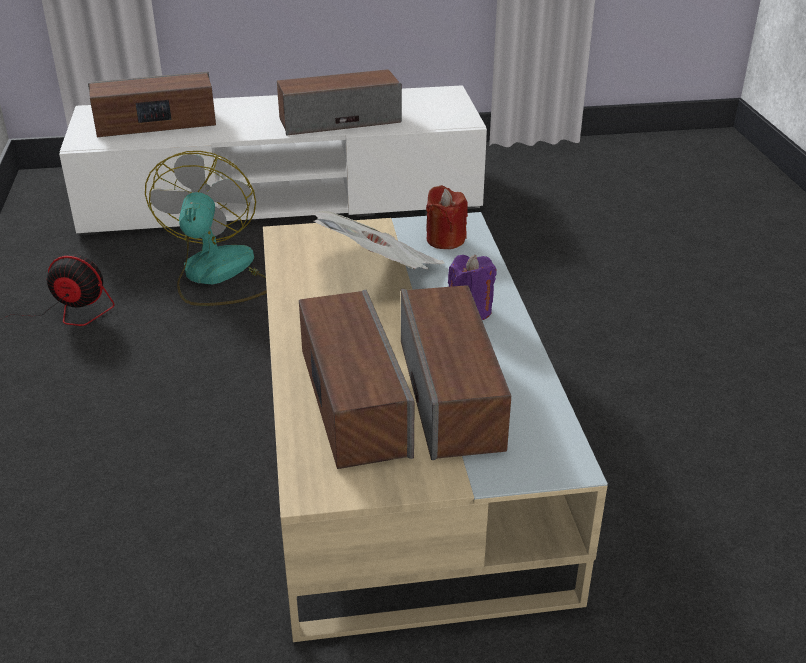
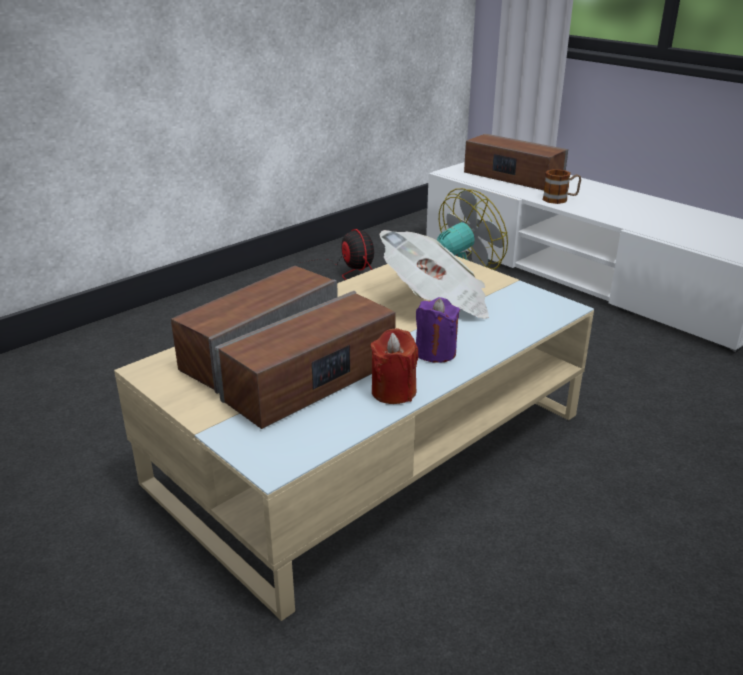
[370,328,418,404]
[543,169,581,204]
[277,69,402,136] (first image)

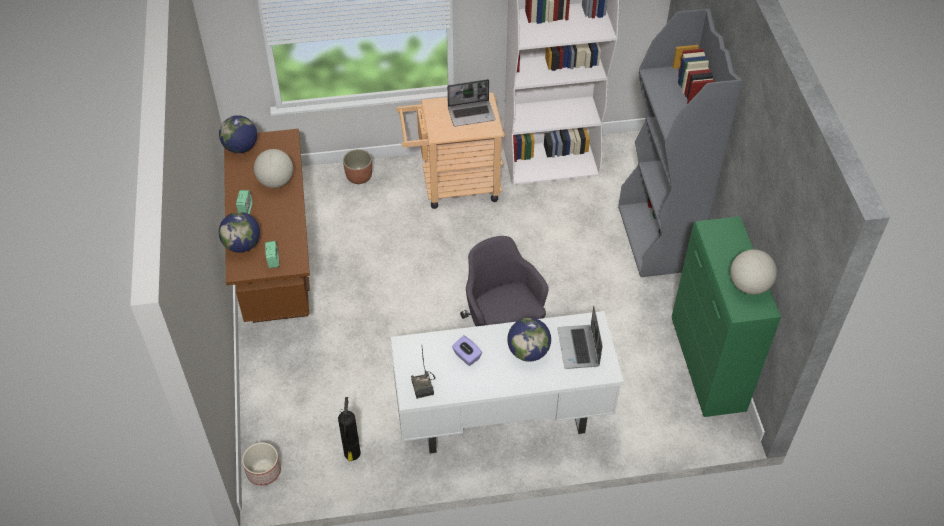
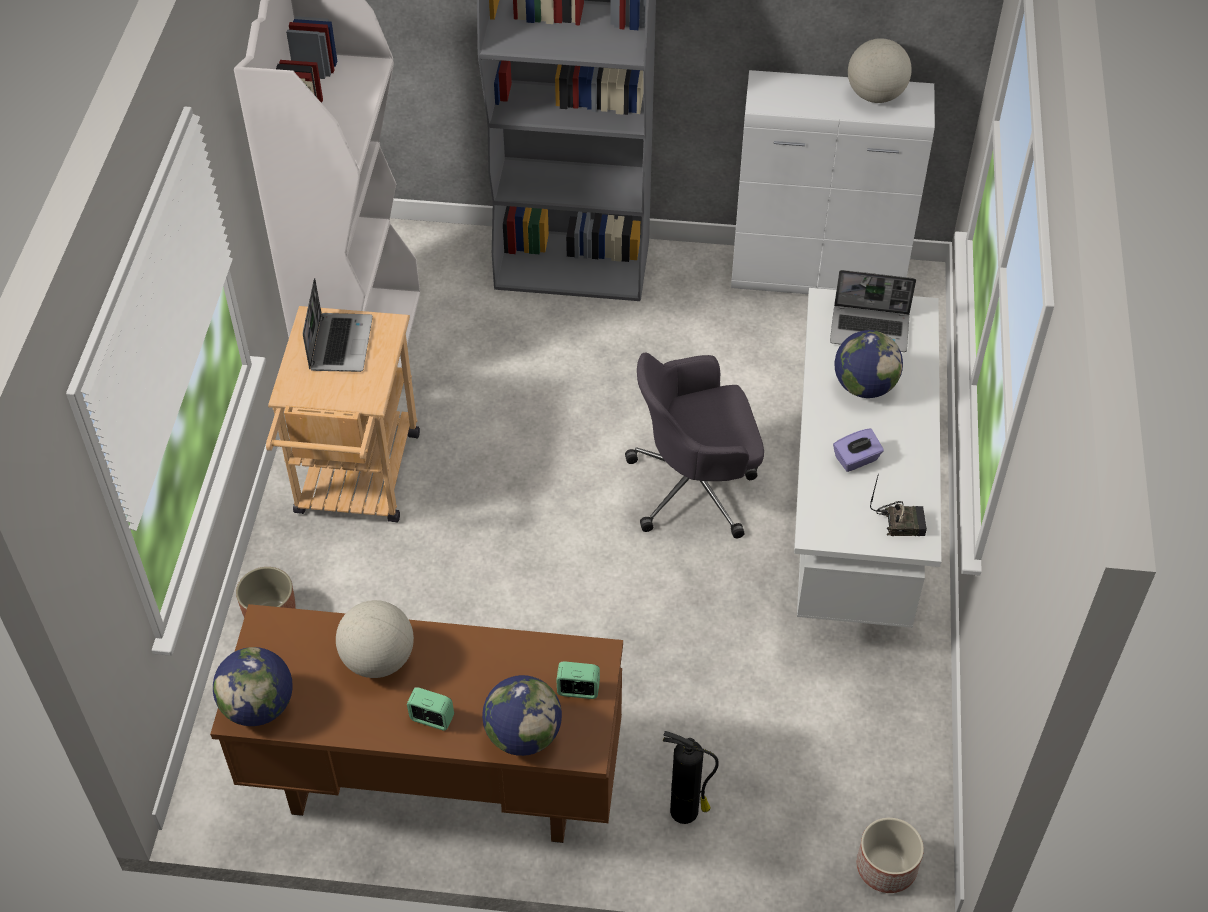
[663,731,719,824]
[731,70,935,294]

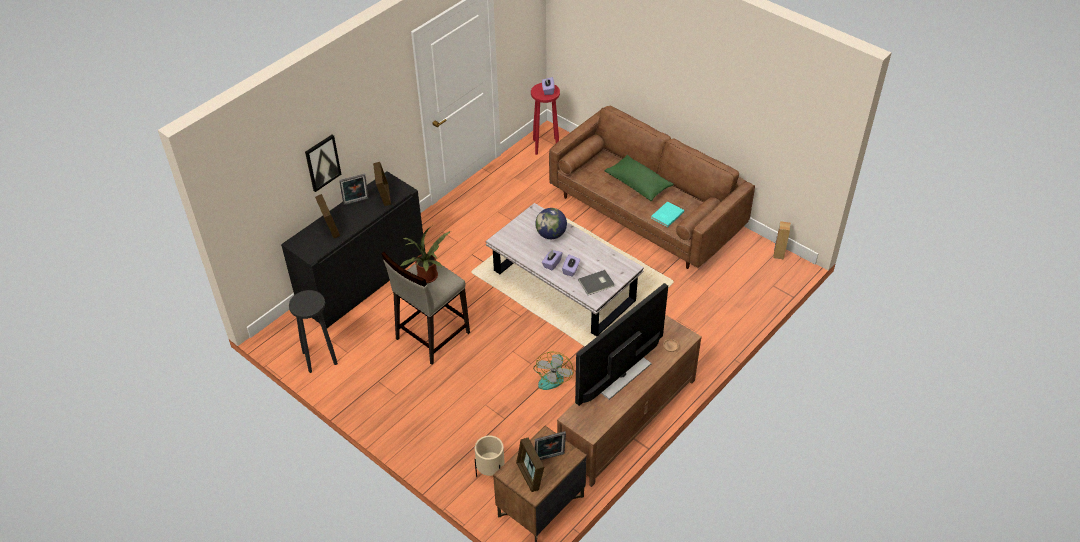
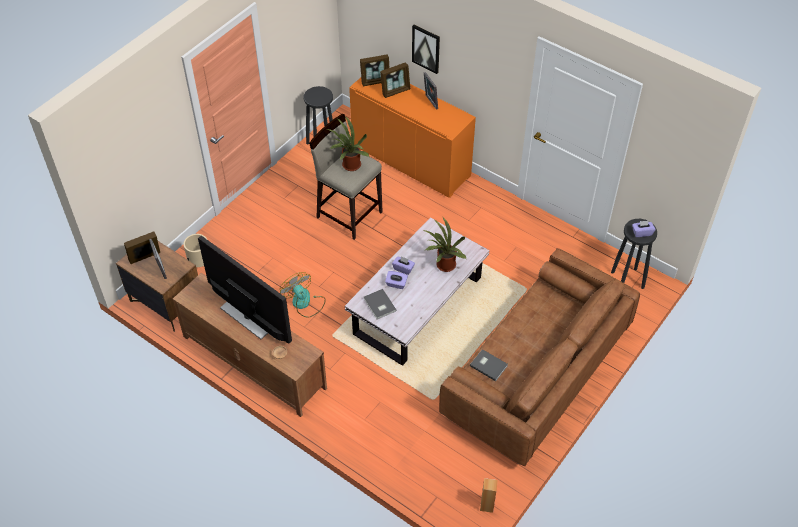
[280,272,326,318]
[349,78,476,198]
[360,54,390,86]
[423,218,466,272]
[470,349,508,381]
[611,219,657,289]
[605,155,674,201] (first image)

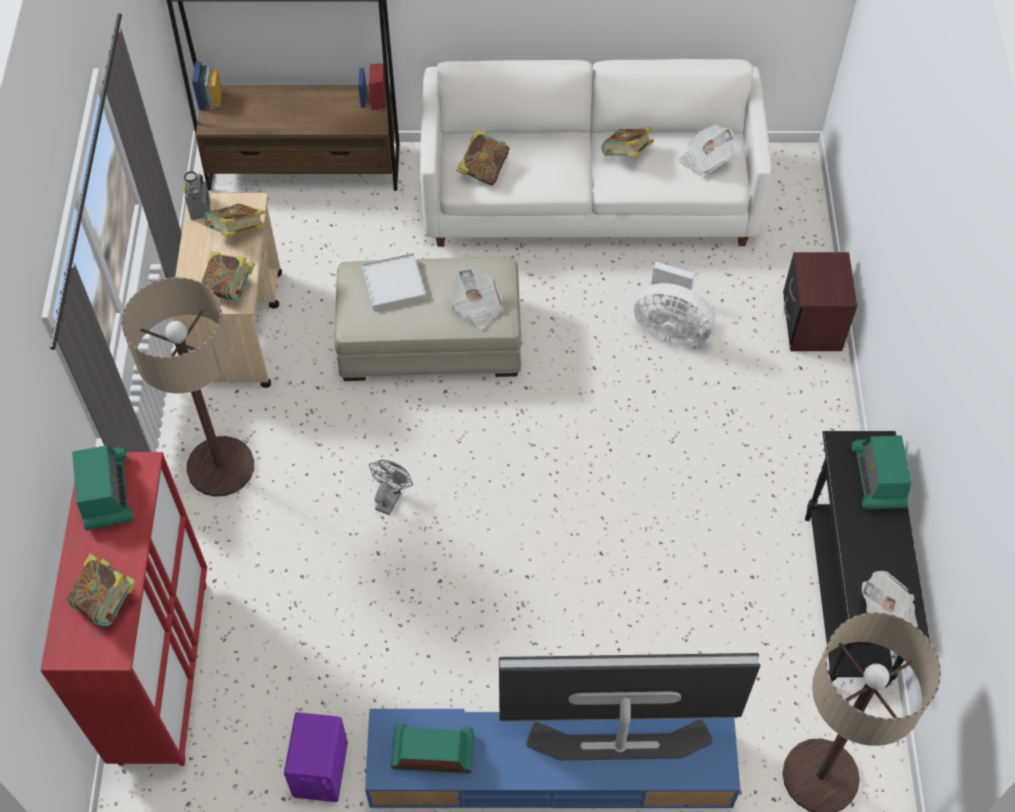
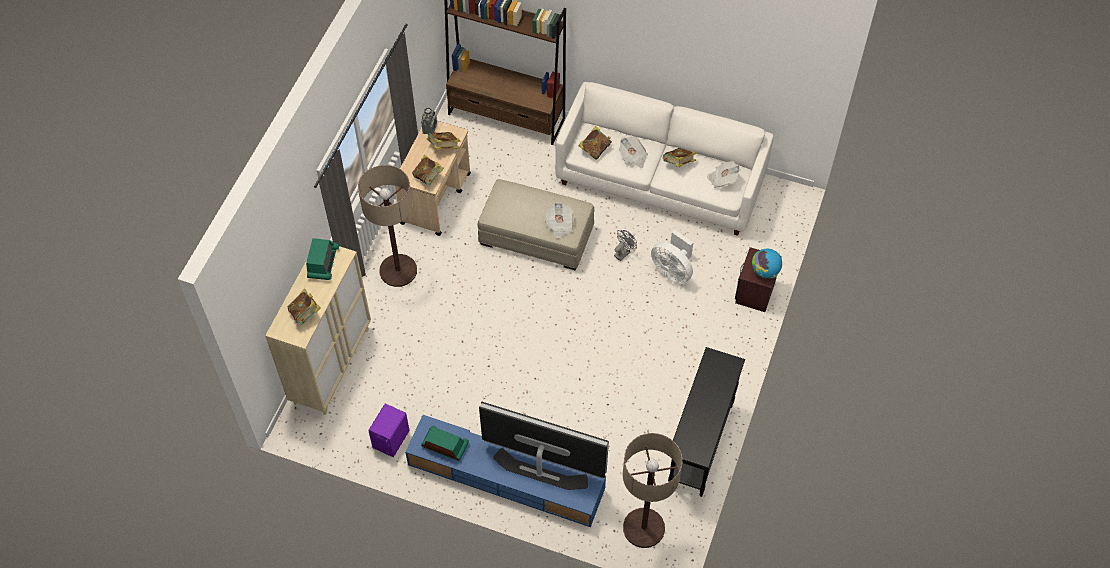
[265,246,371,415]
[614,230,637,261]
[619,136,648,168]
[752,249,782,278]
[361,253,426,311] (first image)
[852,435,912,509] (first image)

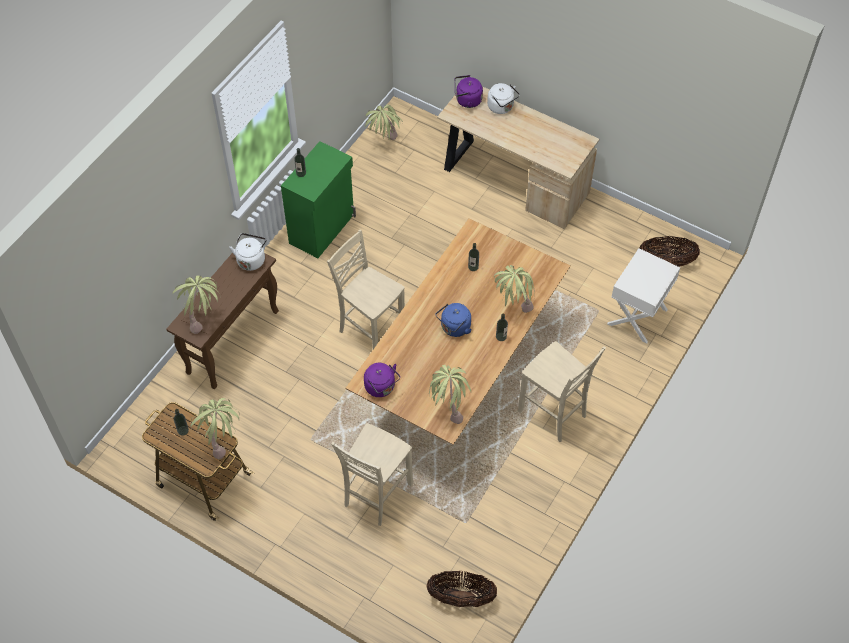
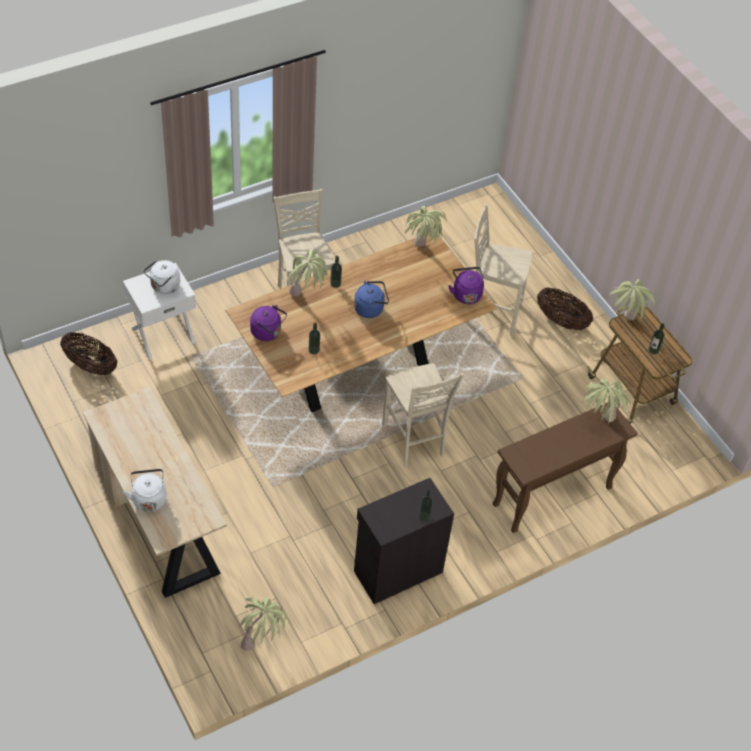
[143,260,180,294]
[250,305,287,341]
[354,478,454,604]
[474,204,532,336]
[537,288,593,330]

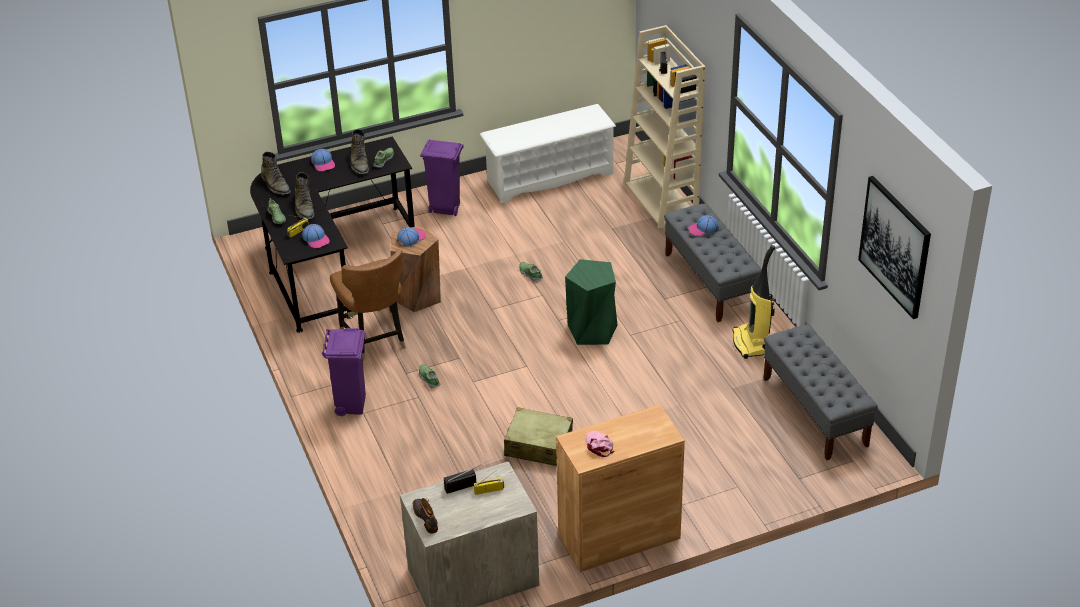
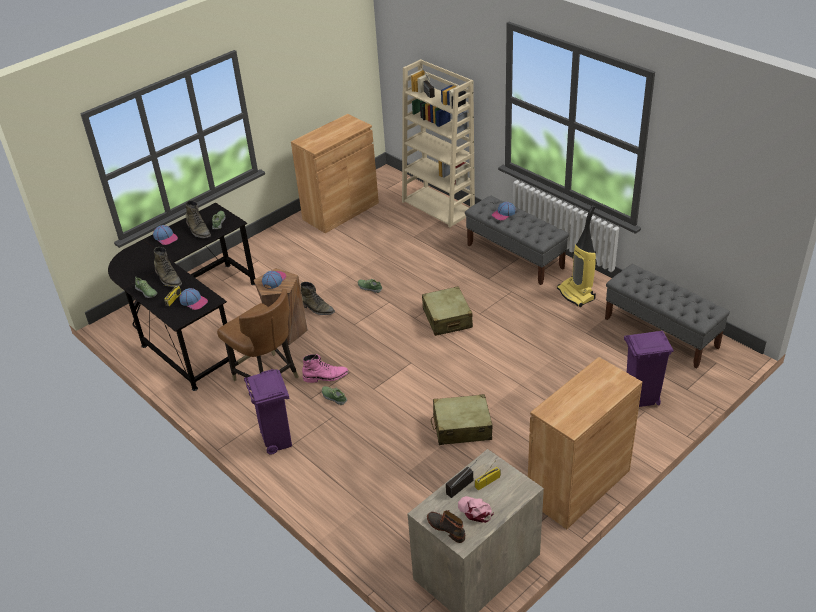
[291,114,379,233]
[301,282,335,315]
[302,354,349,383]
[422,286,473,336]
[458,496,494,523]
[624,331,673,407]
[858,176,931,319] (first image)

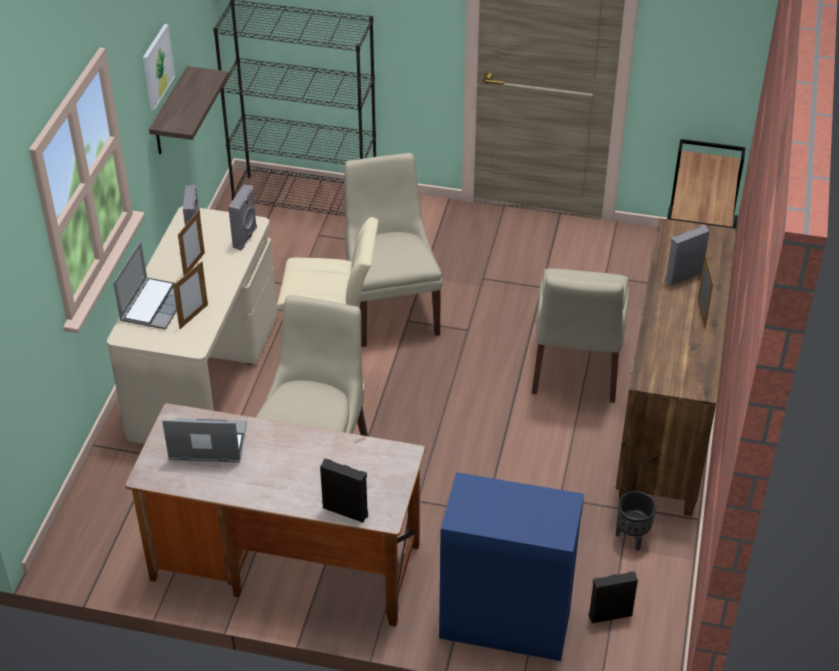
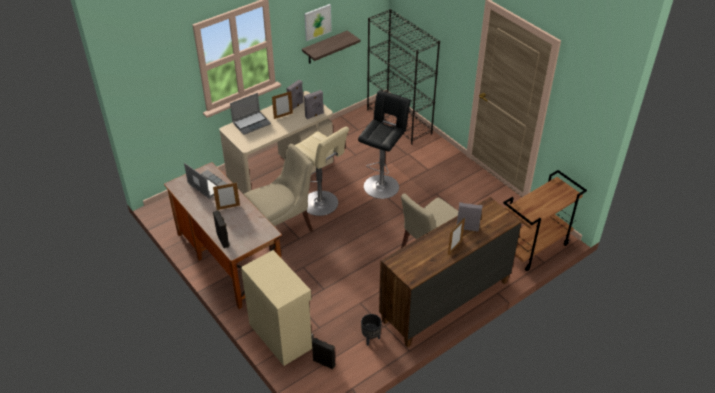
[213,183,240,210]
[241,250,314,366]
[358,90,411,199]

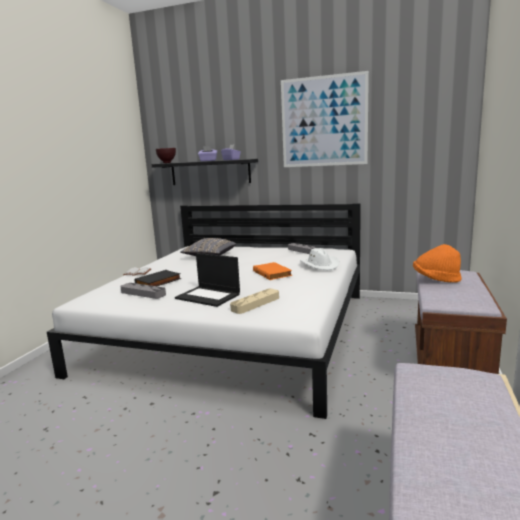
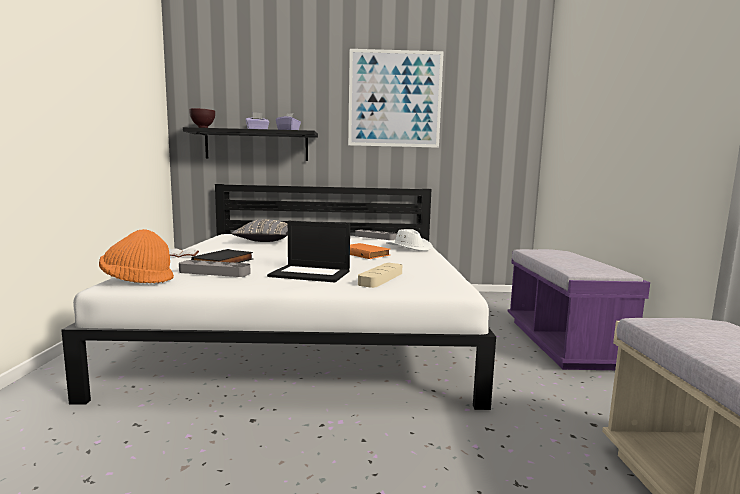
[99,229,174,283]
[508,249,650,370]

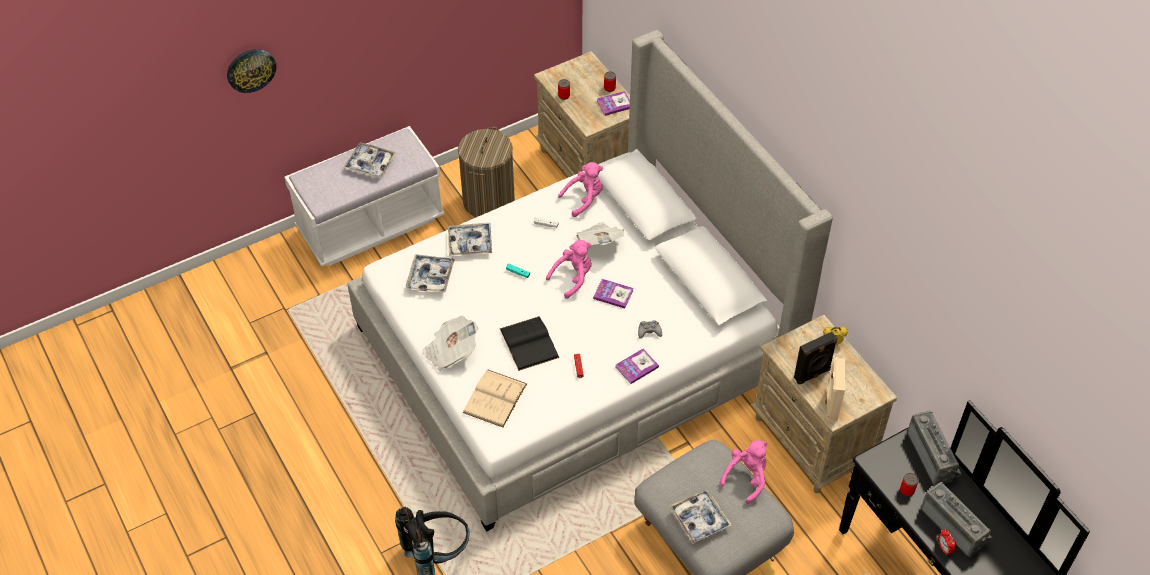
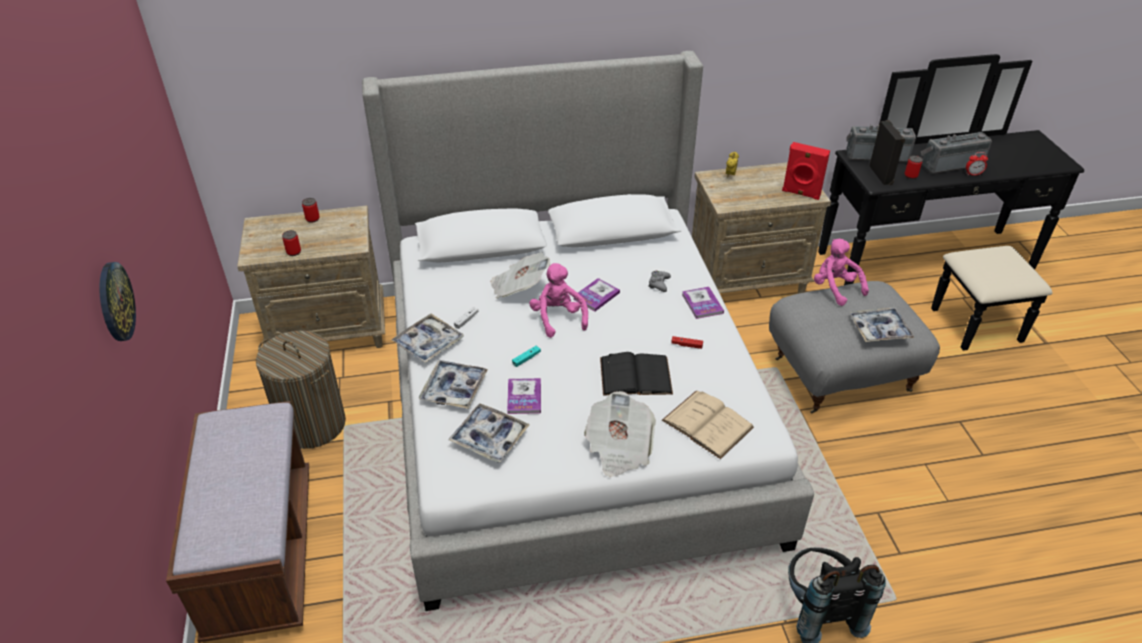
[99,262,136,341]
[166,401,309,643]
[391,314,464,363]
[507,378,541,414]
[782,142,830,200]
[869,120,906,185]
[558,162,603,217] (first image)

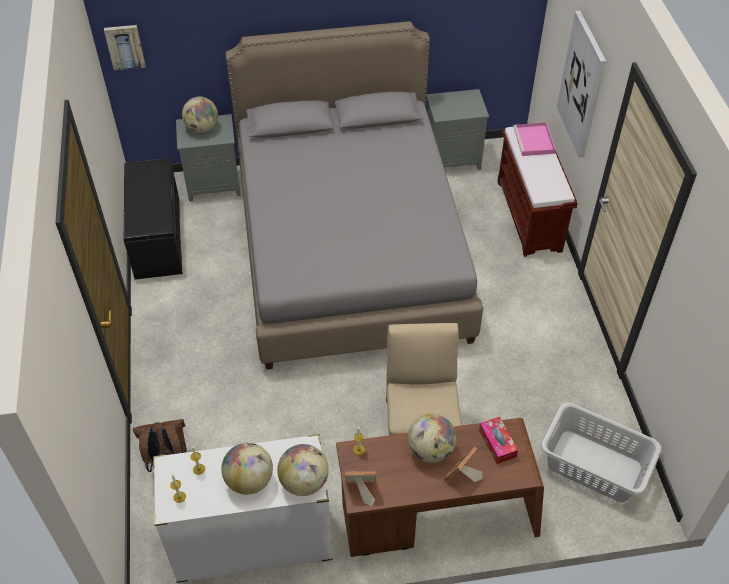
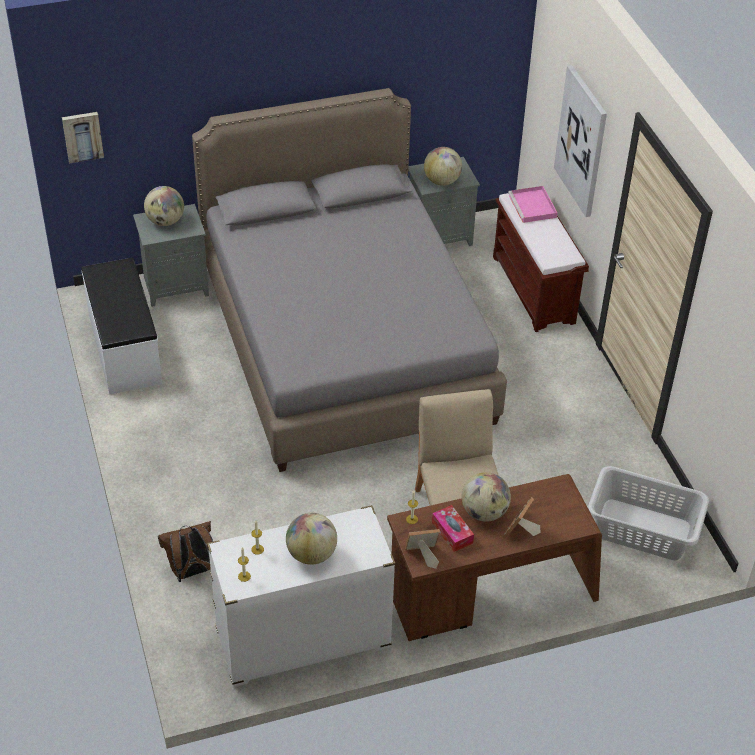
[82,258,162,395]
[424,147,462,186]
[432,505,474,552]

